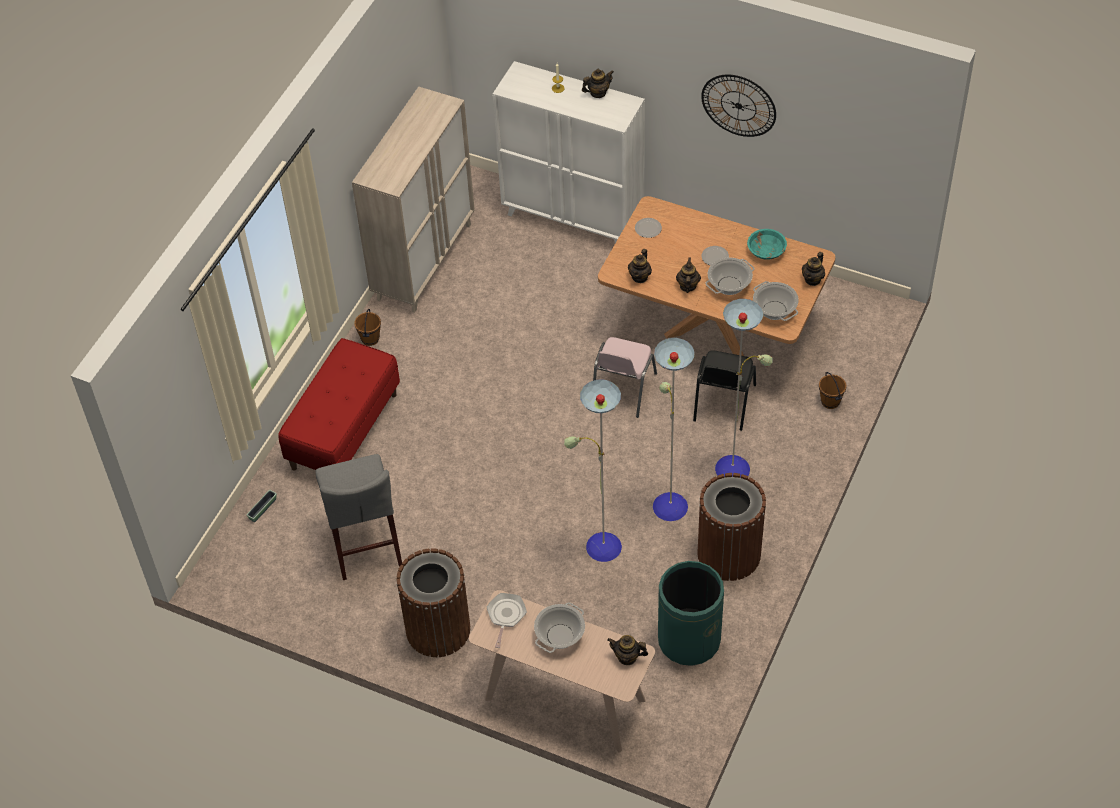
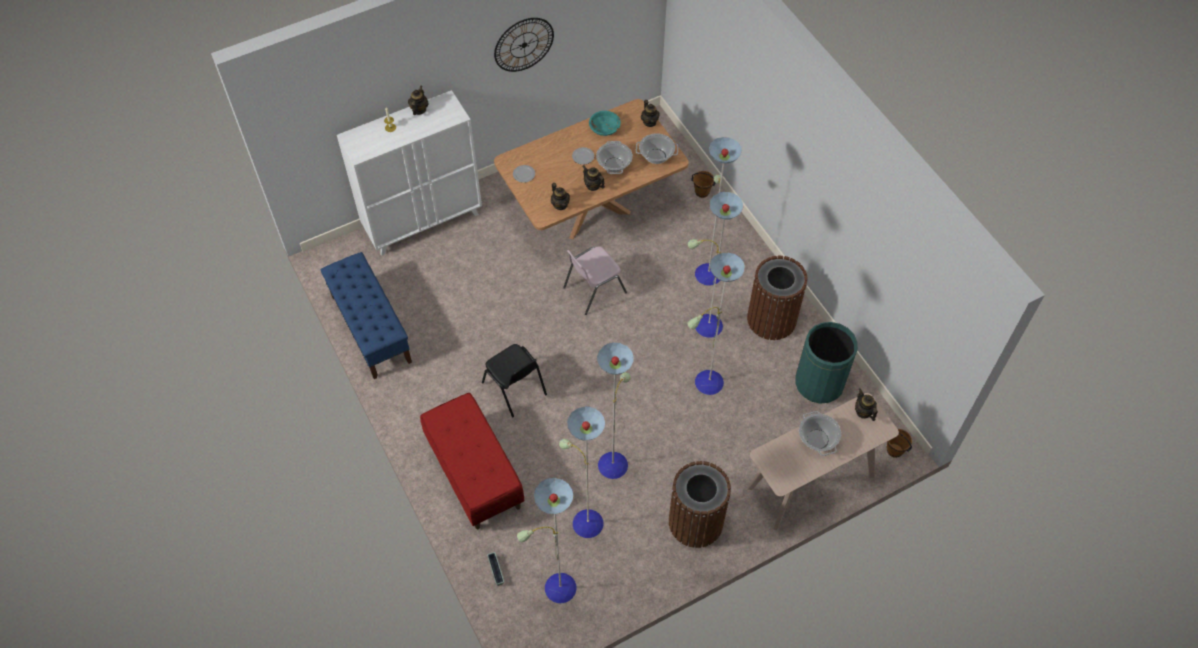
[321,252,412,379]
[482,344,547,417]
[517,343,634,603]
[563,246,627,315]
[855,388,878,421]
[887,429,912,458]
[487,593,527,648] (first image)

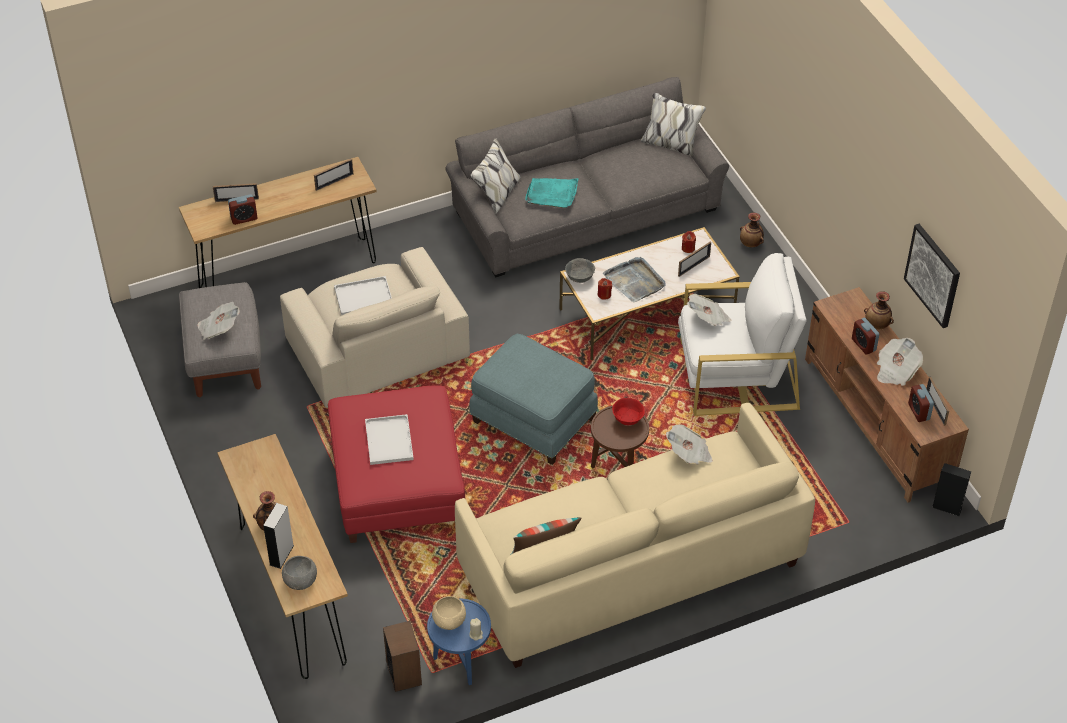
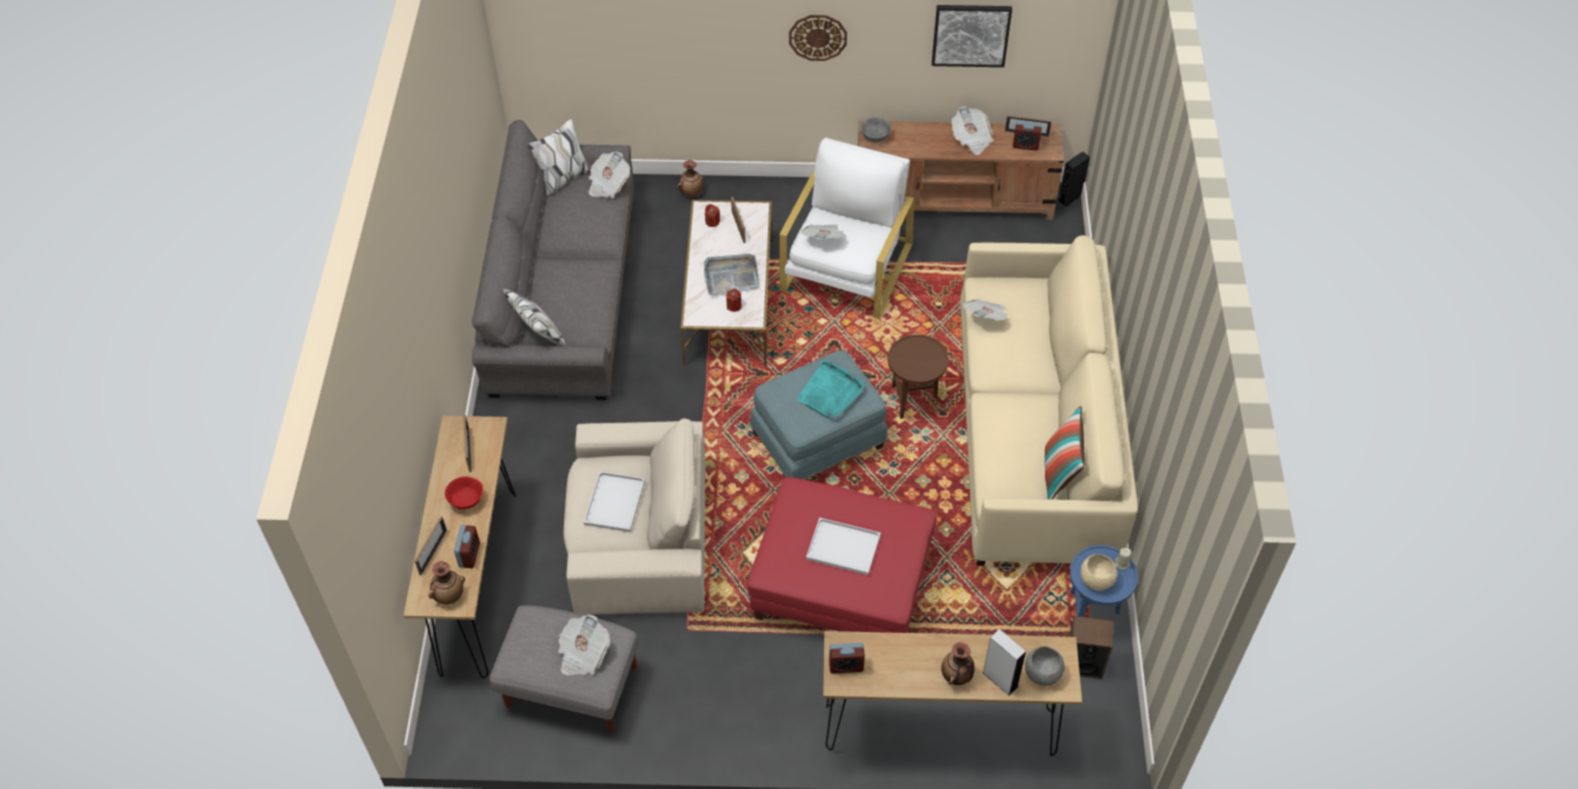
[429,561,465,605]
[445,476,483,510]
[589,152,630,198]
[789,15,847,61]
[797,360,864,419]
[829,643,865,674]
[860,117,891,143]

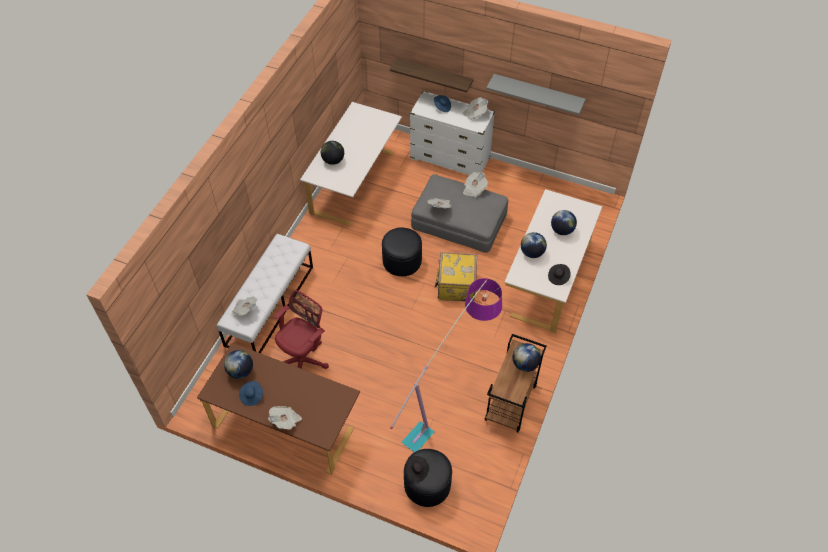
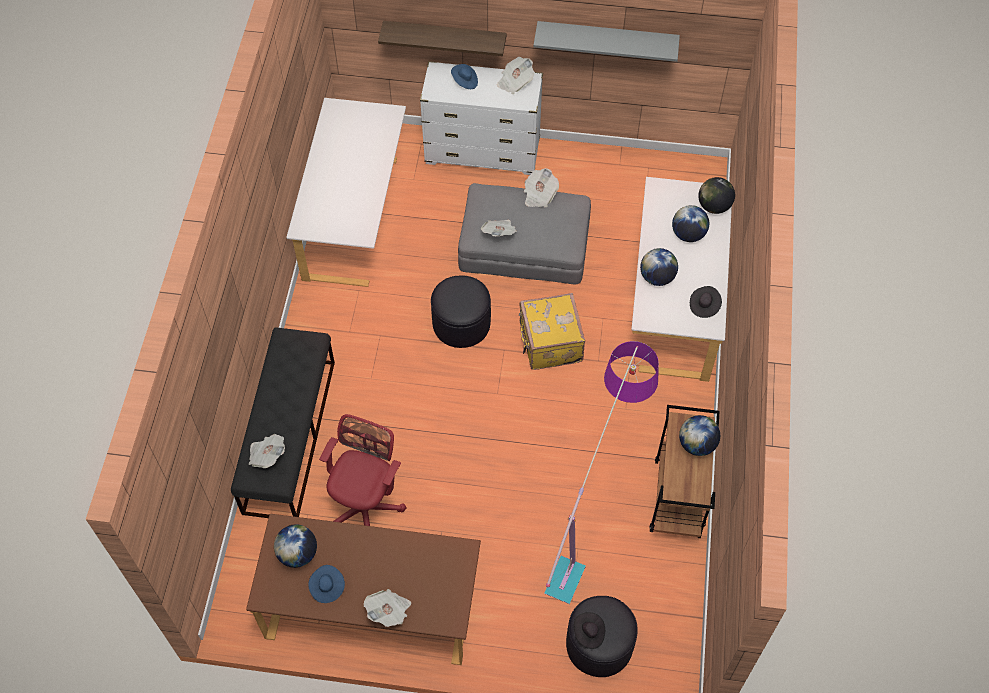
[231,327,335,518]
[698,177,735,214]

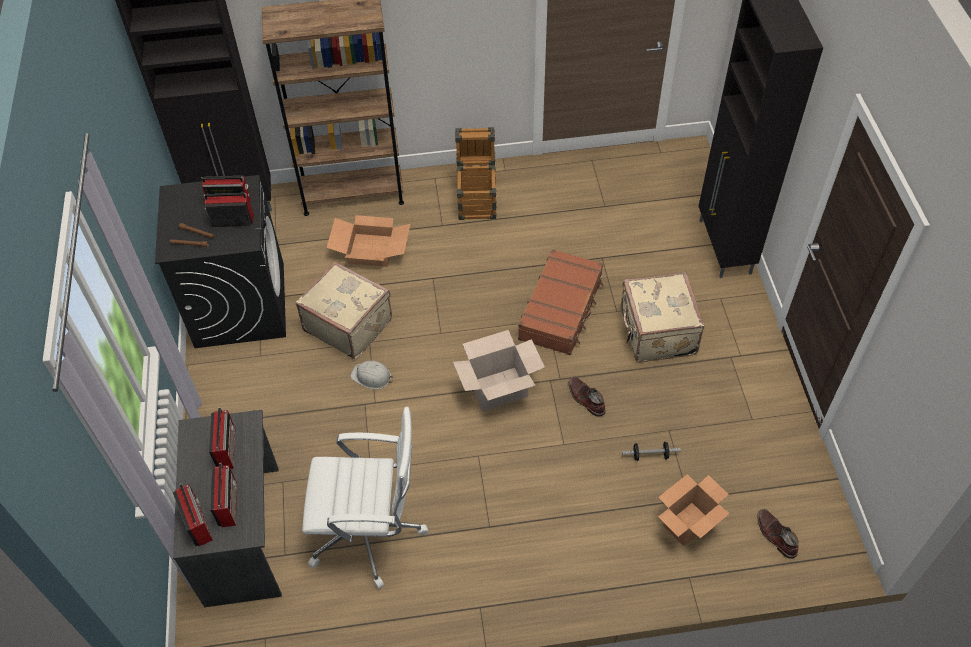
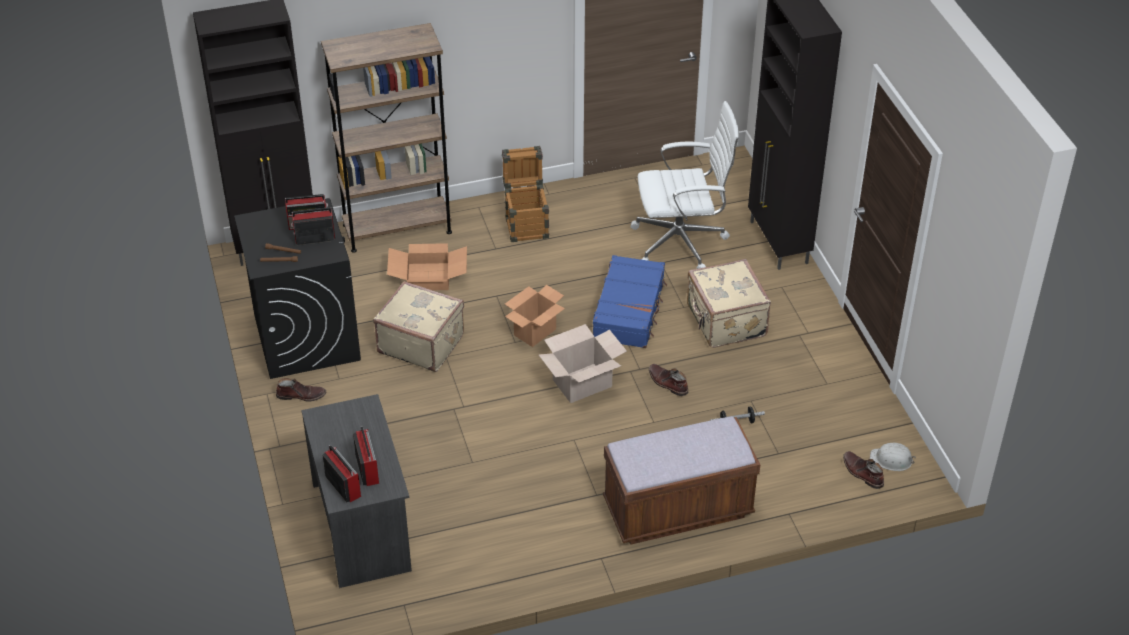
[276,378,326,402]
[505,285,565,347]
[593,255,667,348]
[603,416,760,545]
[631,101,740,269]
[870,443,916,471]
[209,407,235,469] (first image)

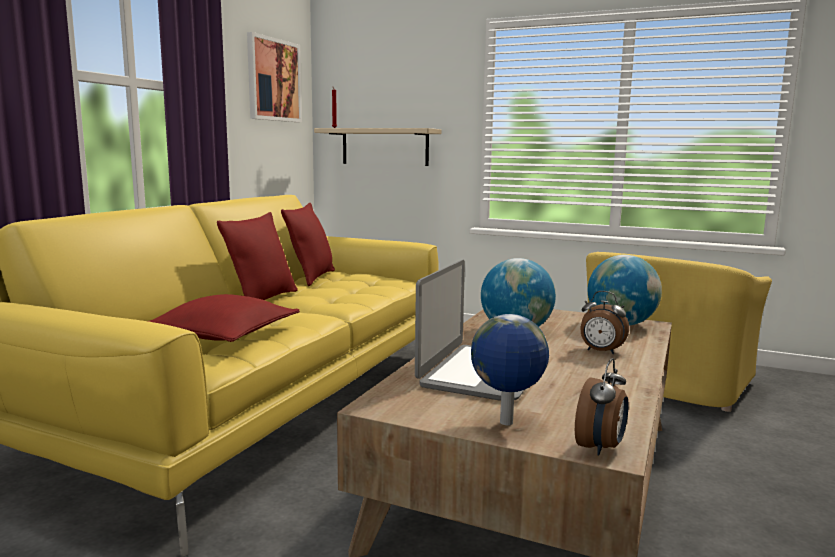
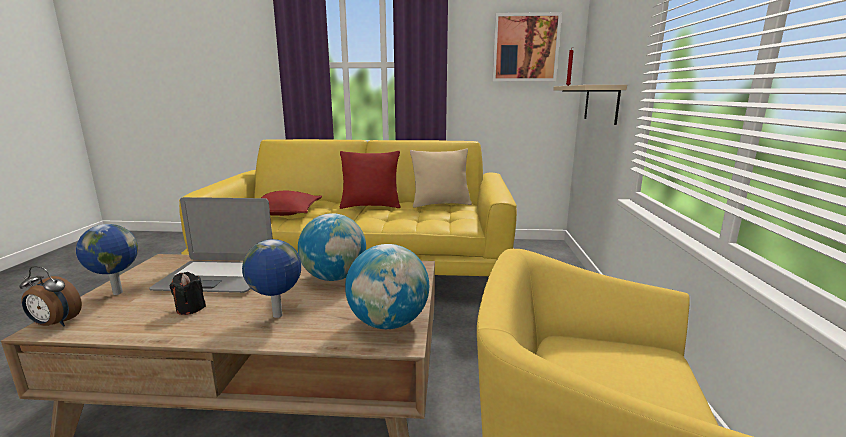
[170,272,206,315]
[242,239,301,318]
[410,149,472,208]

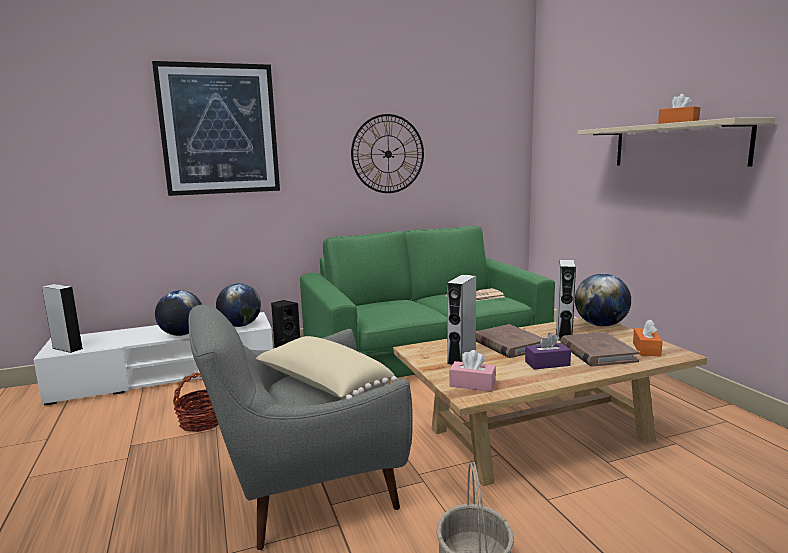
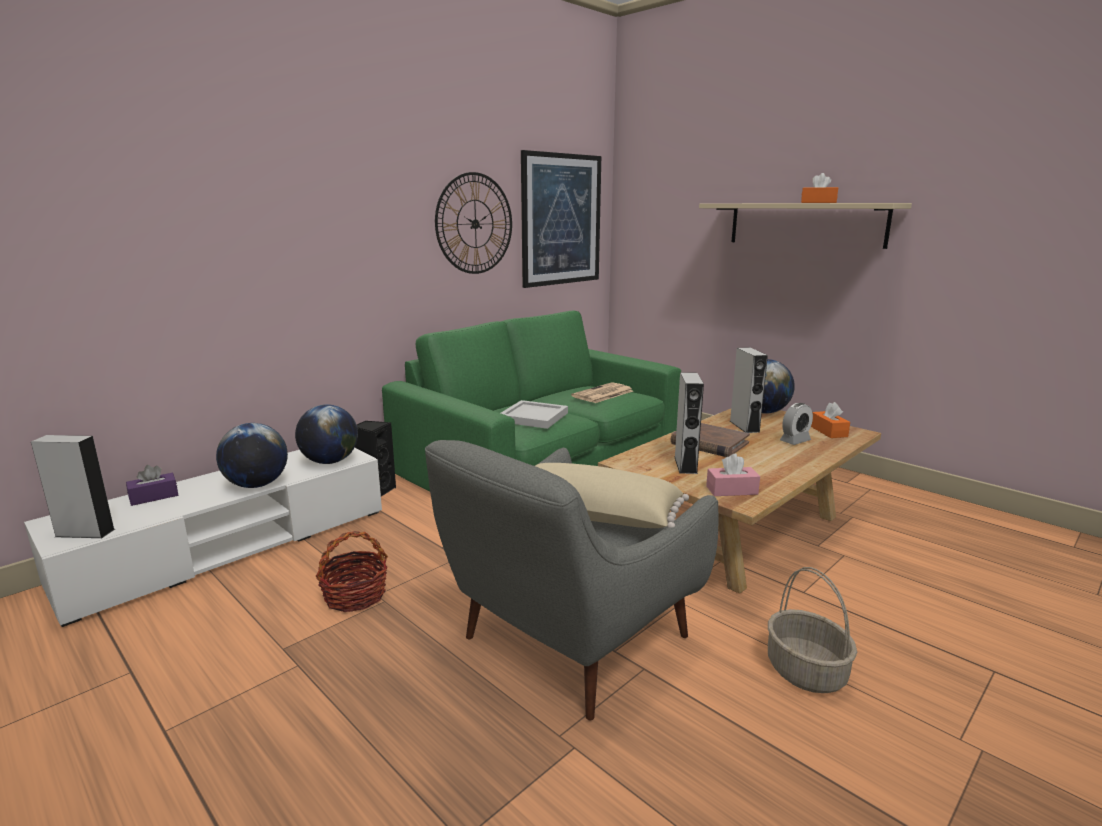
[126,465,178,506]
[501,400,568,429]
[521,150,601,288]
[780,403,813,445]

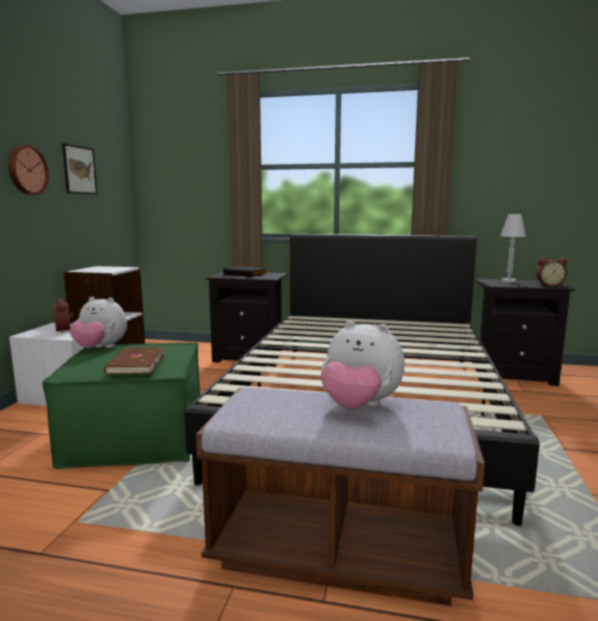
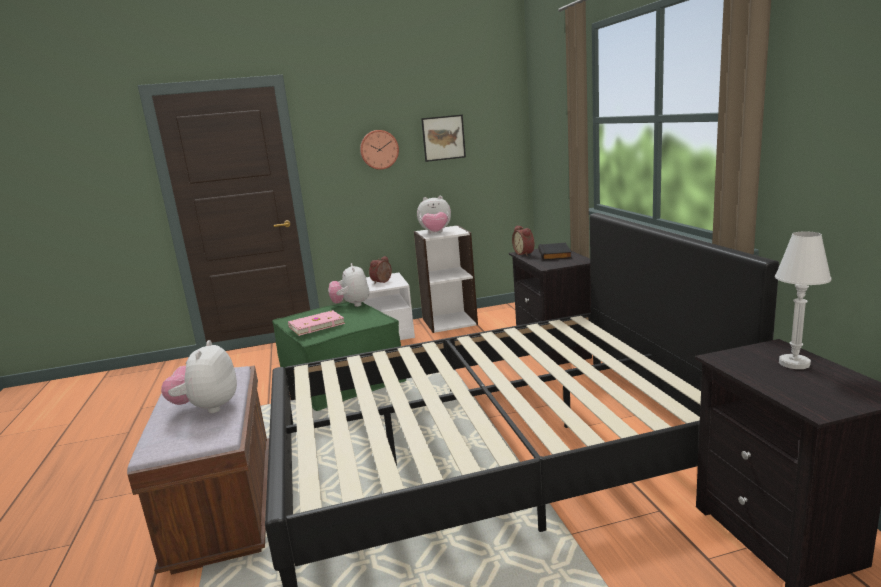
[288,310,345,336]
[417,196,451,233]
[512,226,535,256]

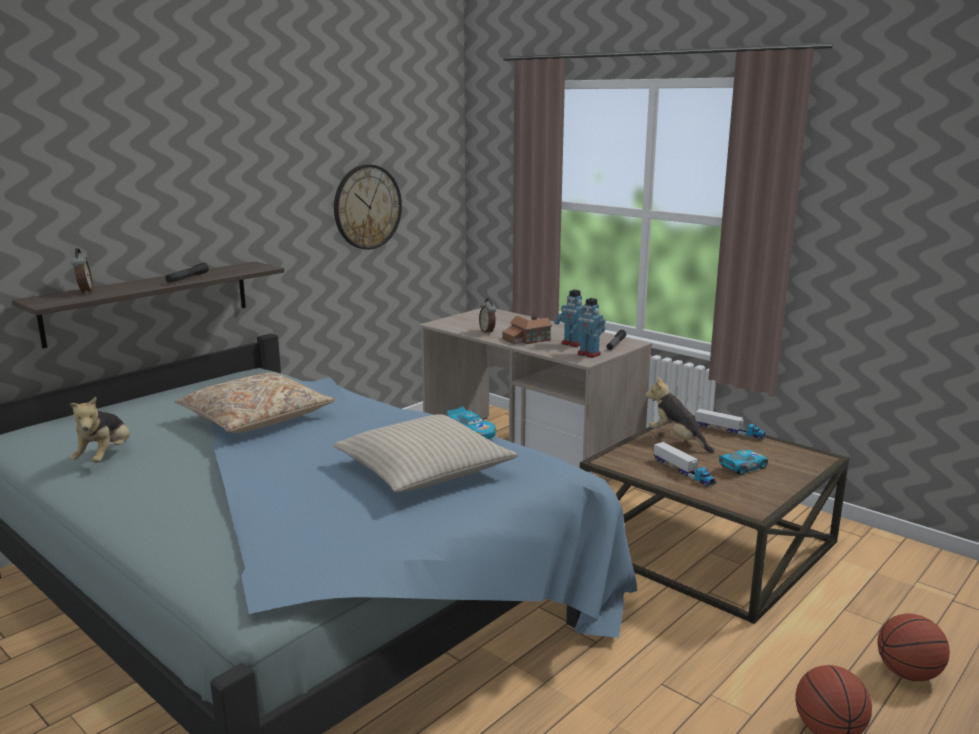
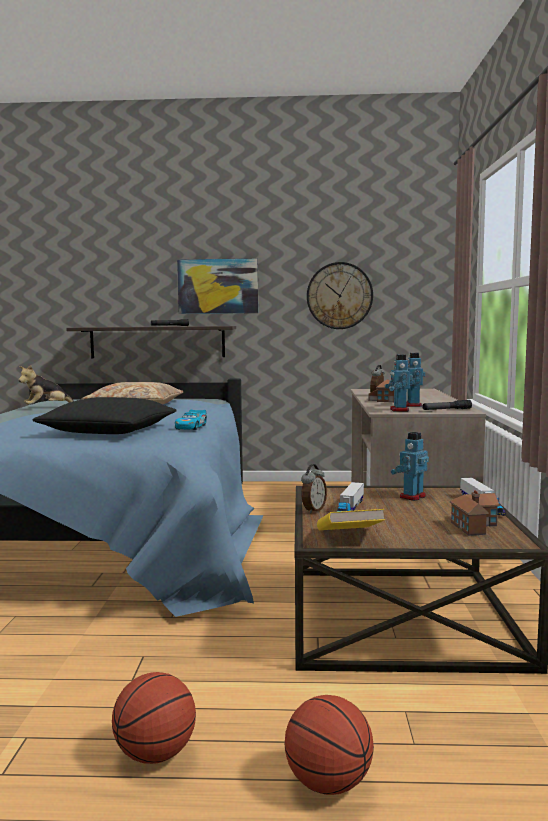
[32,397,177,434]
[177,258,259,314]
[301,464,327,513]
[317,509,385,530]
[391,432,429,501]
[450,490,500,536]
[719,450,768,475] (first image)

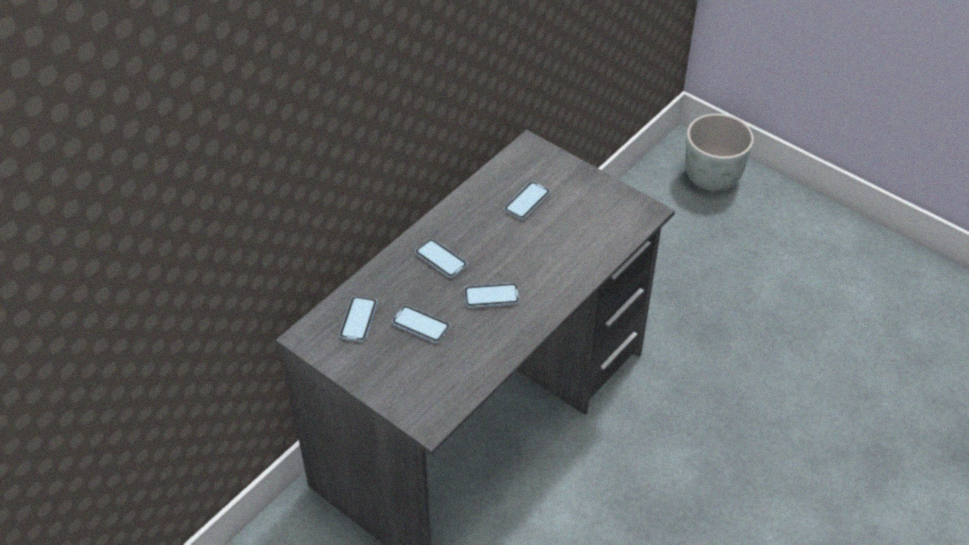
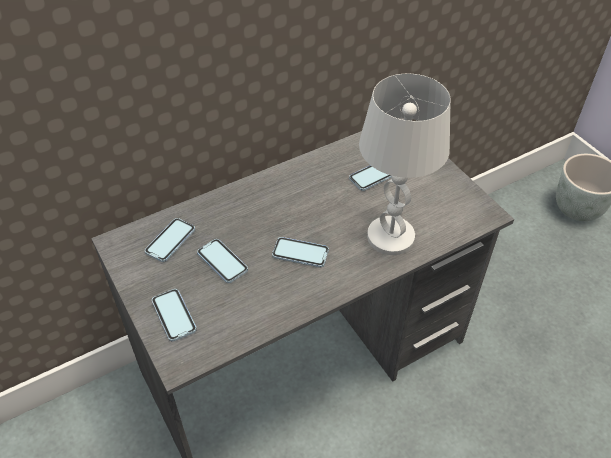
[152,289,197,341]
[359,73,450,255]

